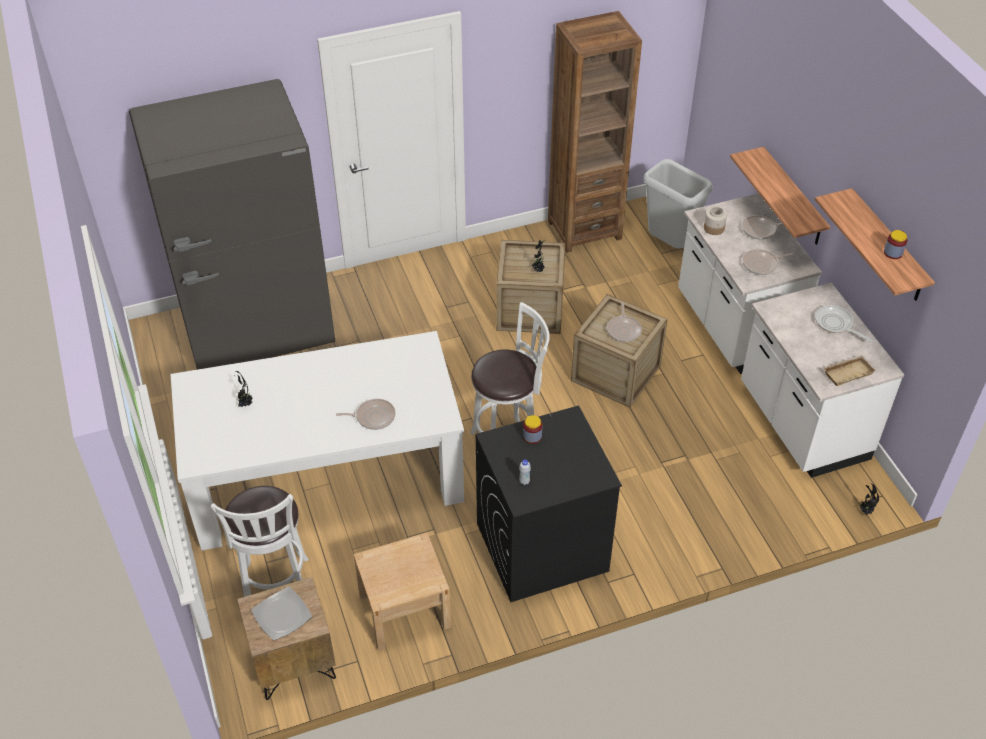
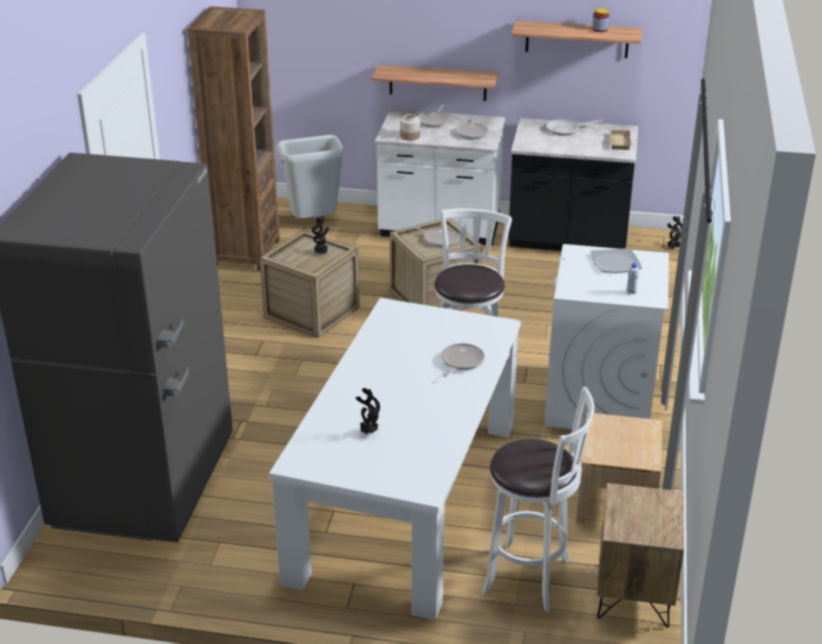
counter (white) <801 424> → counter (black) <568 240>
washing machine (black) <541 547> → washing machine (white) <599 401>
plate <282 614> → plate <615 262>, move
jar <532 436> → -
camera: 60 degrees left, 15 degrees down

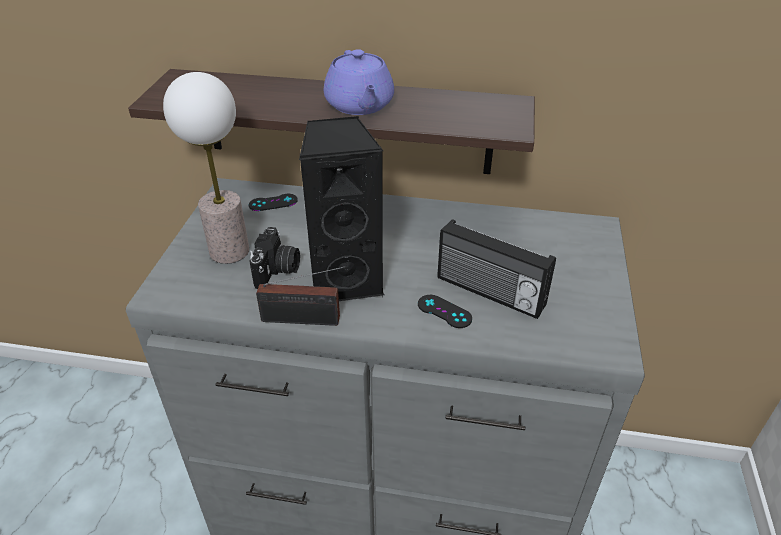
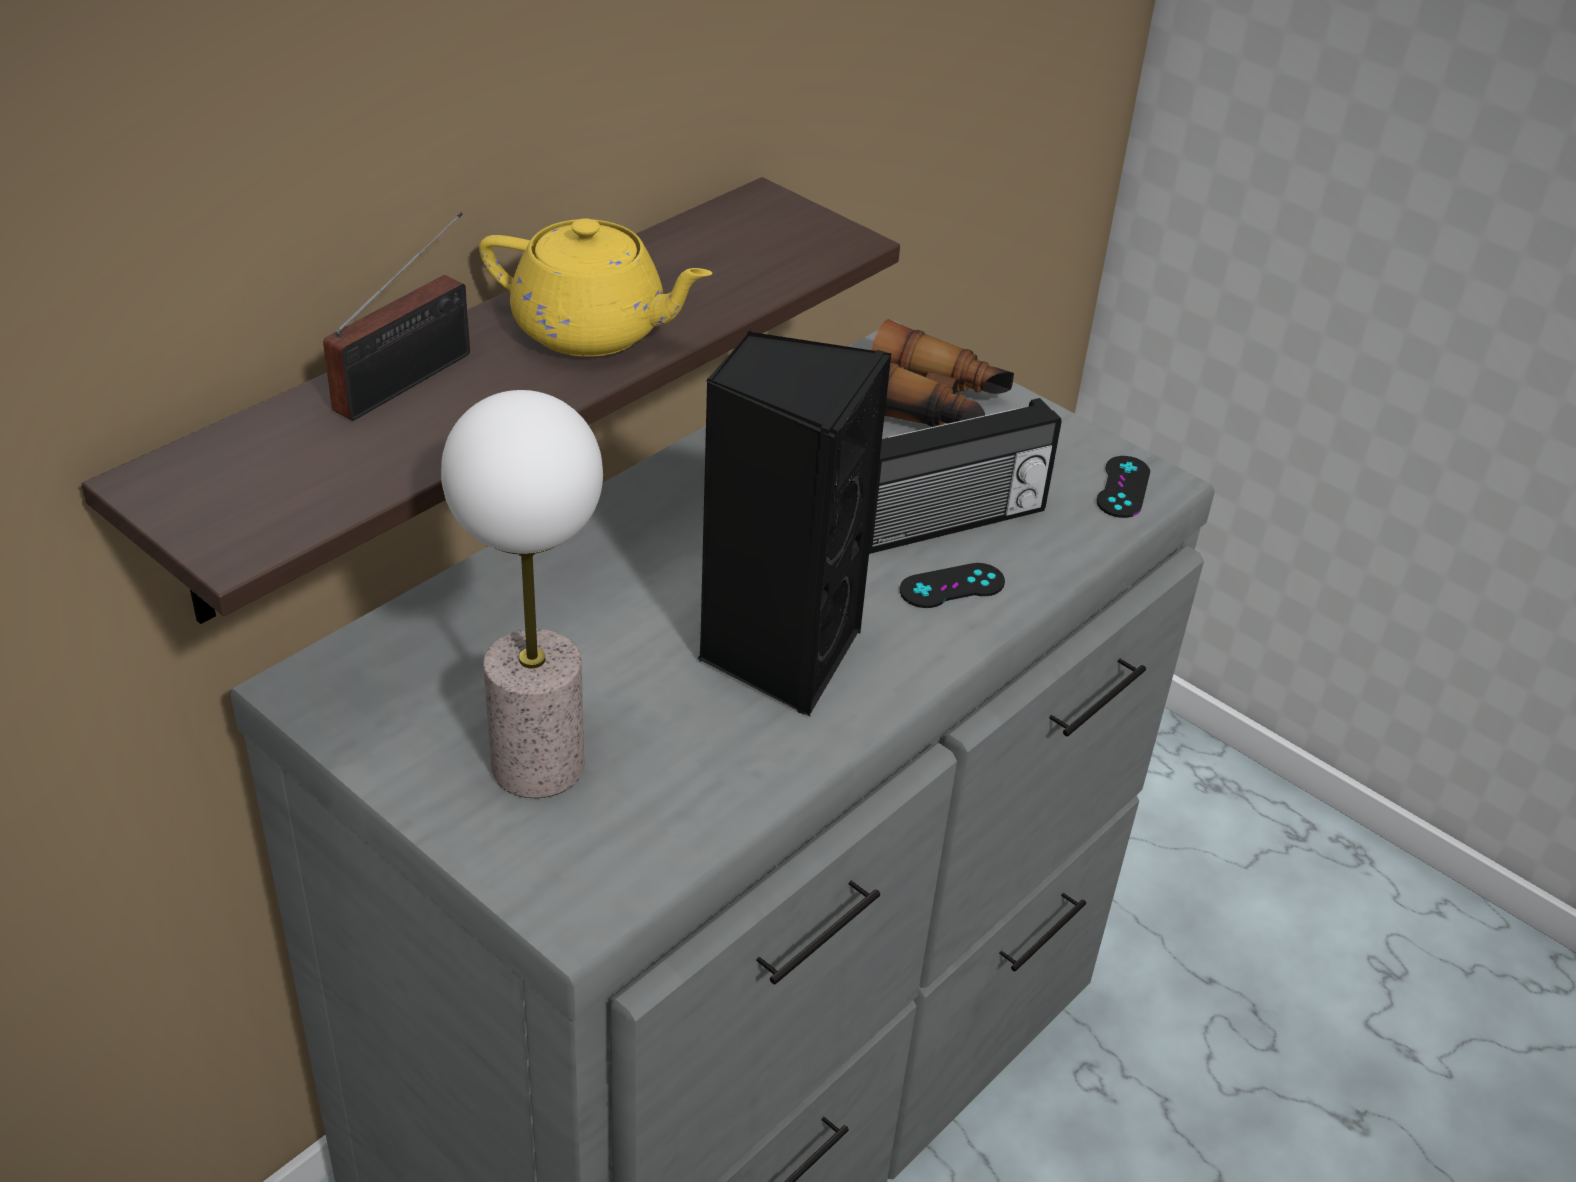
radio <305 320> → radio <411 379>, move
teapot (purple) <359 105> → teapot (yellow) <592 330>
- → binoculars <928 406>
game controller (black) <273 202> → game controller (black) <1123 487>, move
photo camera <277 271> → -
camera: 60 degrees left, 0 degrees up

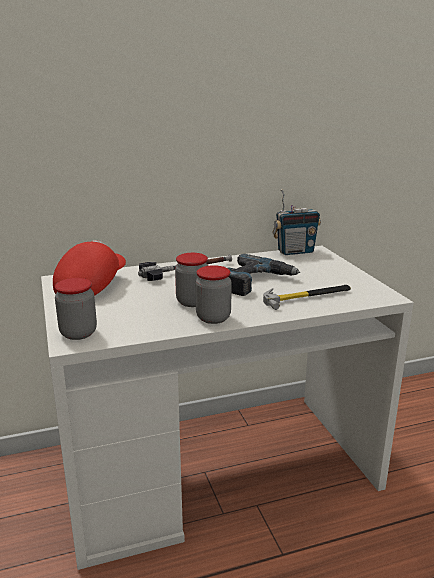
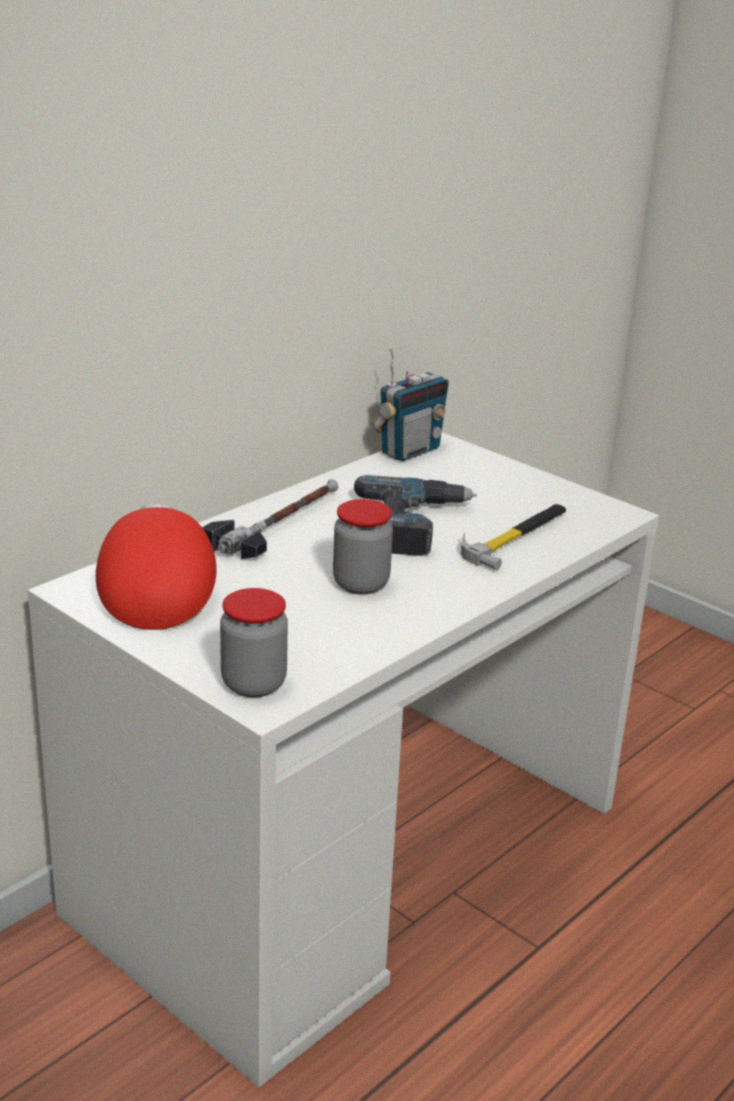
jar <213 318> → -
camera: 30 degrees left, 5 degrees up

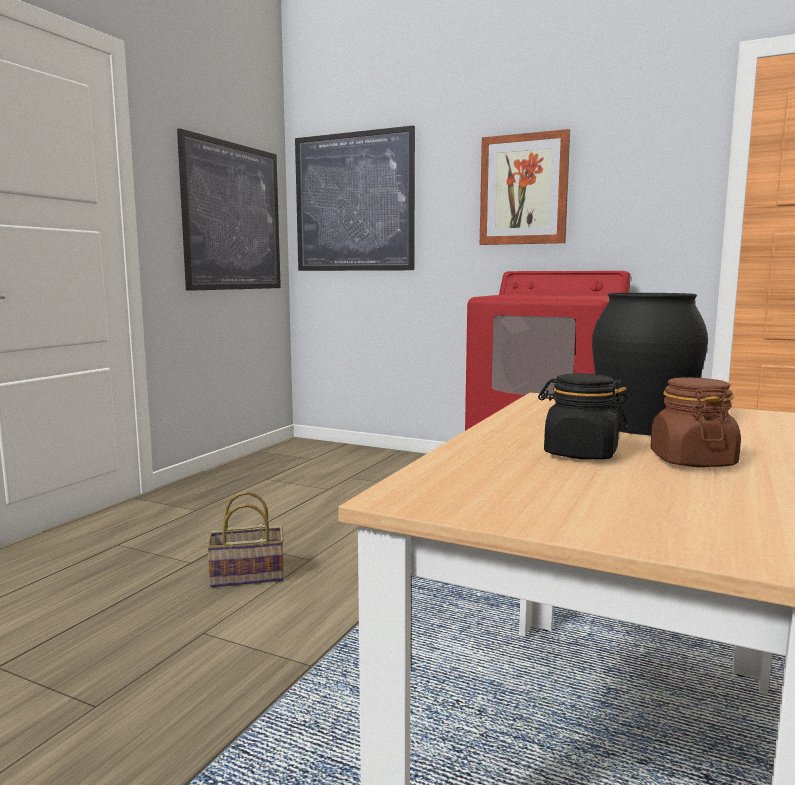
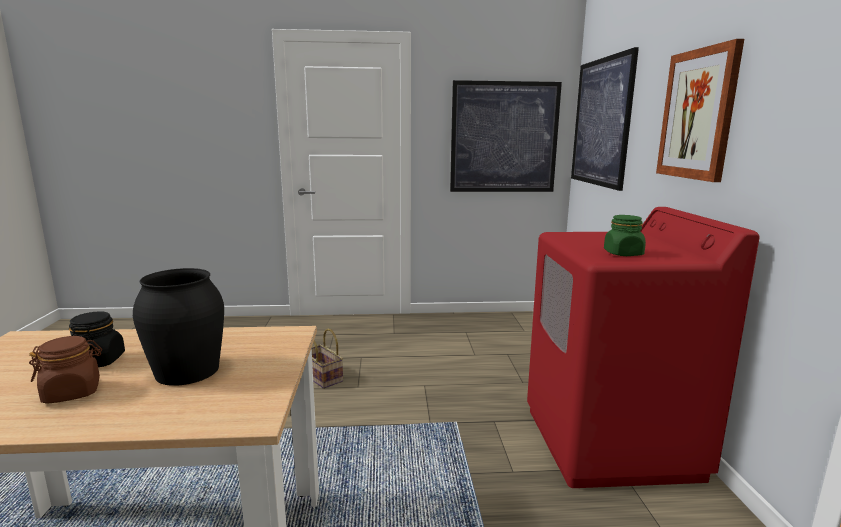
- → jar (green) <623 254>
camera: 60 degrees right, 5 degrees up

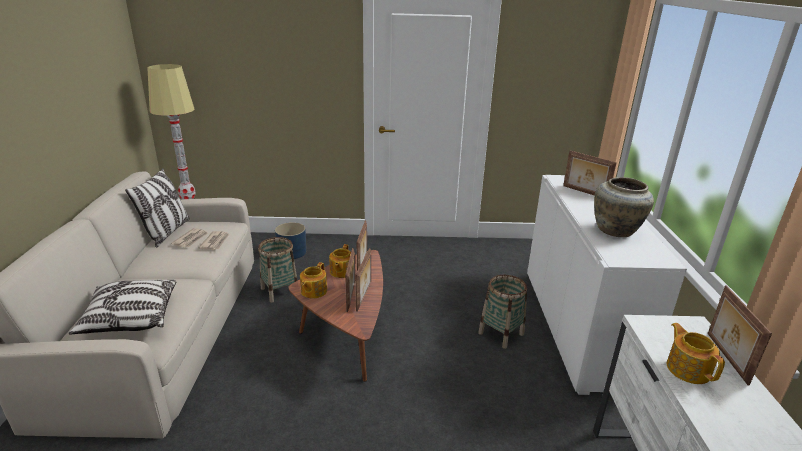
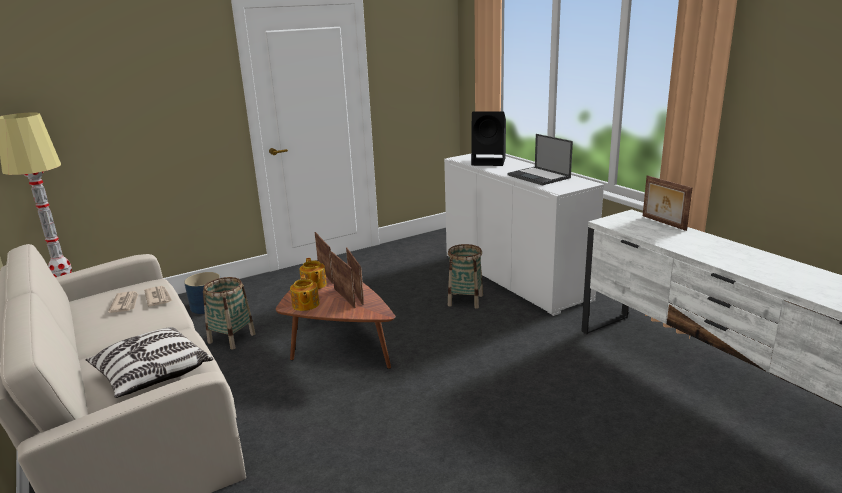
picture frame <584 192> → speaker (black) <489 161>
vase (beige) <616 231> → laptop <539 176>
pillow <166 232> → -
teapot <688 369> → -
camera: 30 degrees left, 5 degrees down

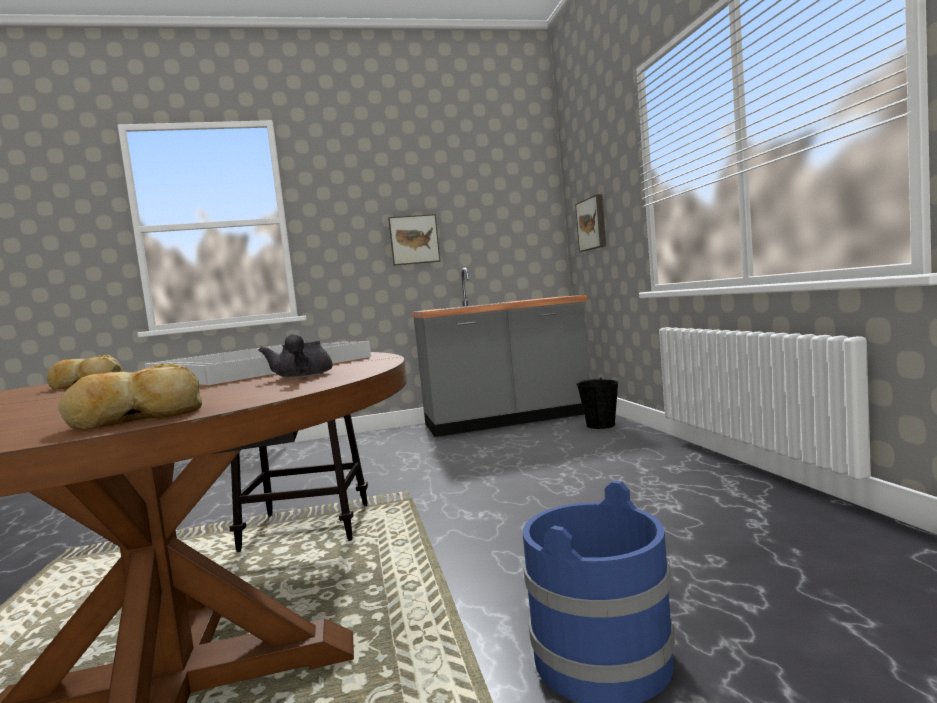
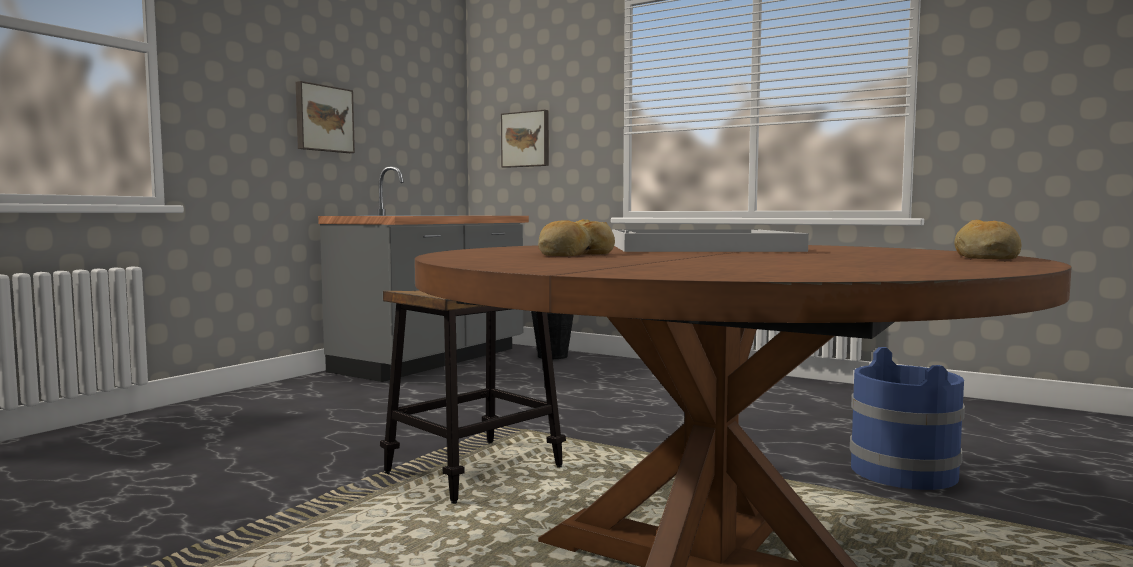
teapot (grey) <302 376> → -
camera: 45 degrees left, 0 degrees up

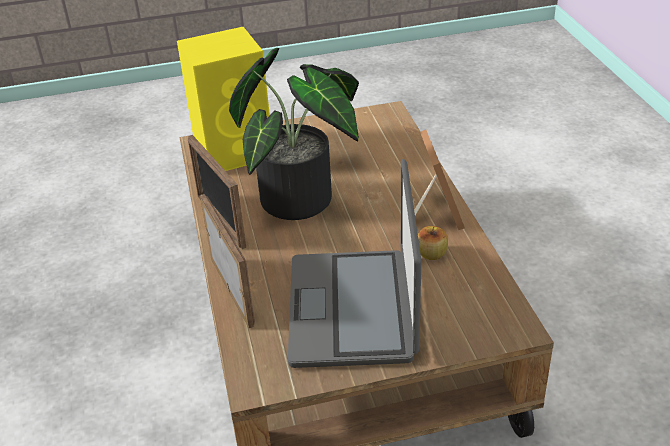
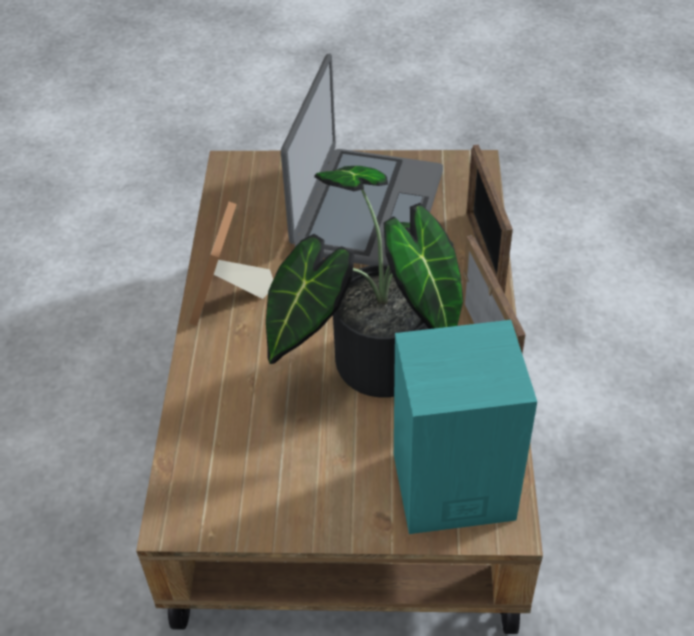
speaker (yellow) <236 151> → speaker (turquoise) <449 487>
apple <431 254> → -
camera: 165 degrees left, 10 degrees up

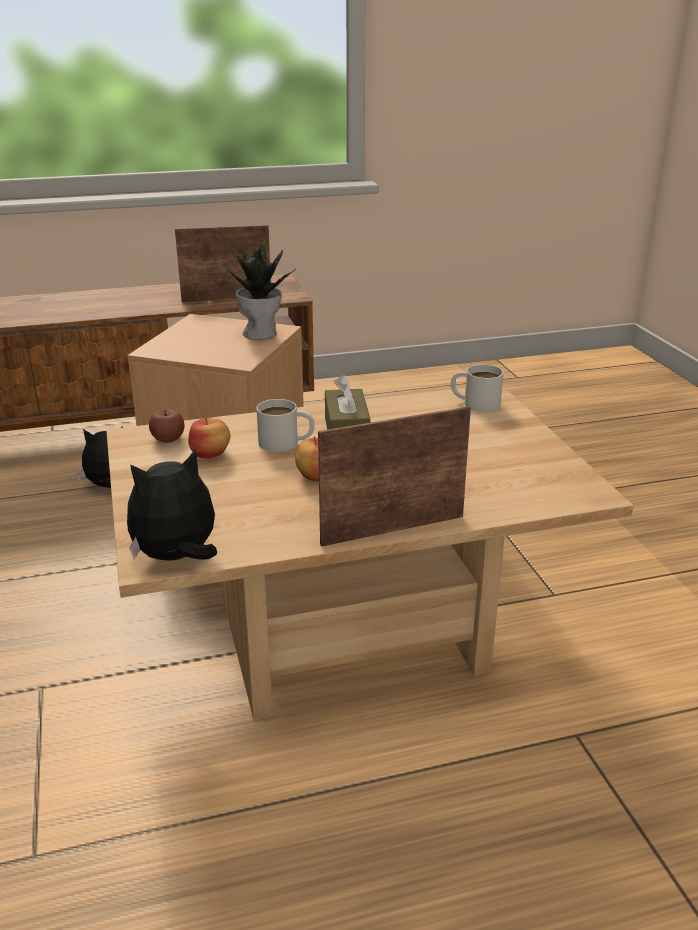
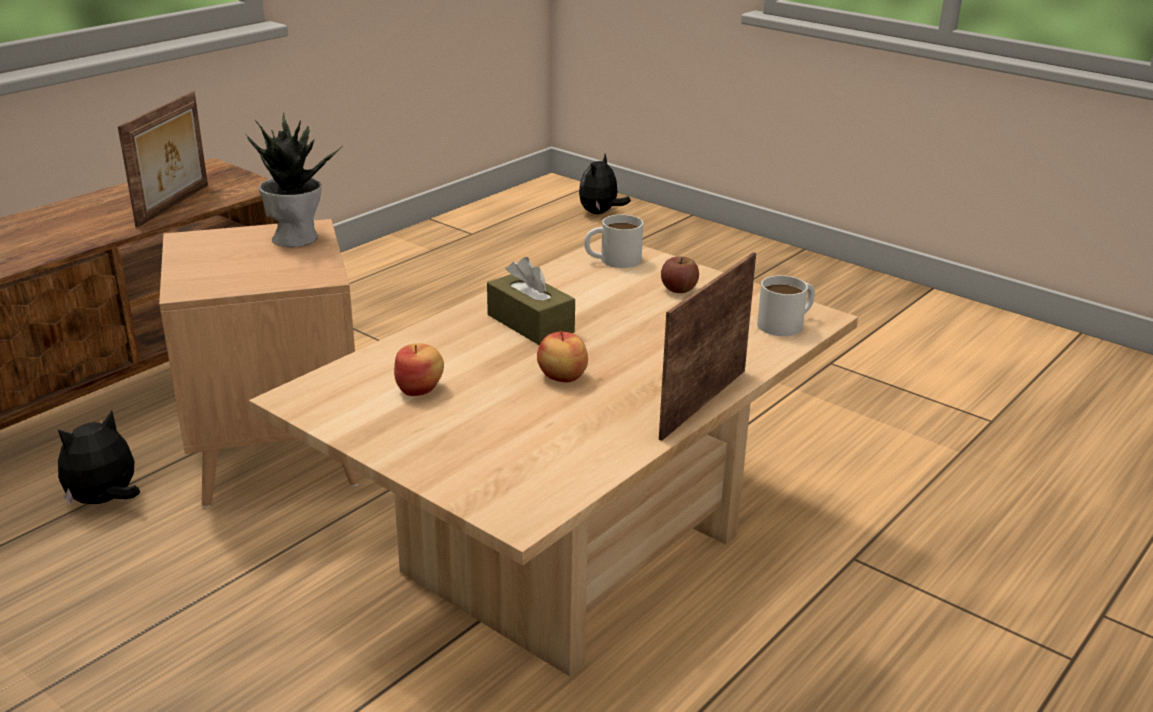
picture frame <226 299> → picture frame <175 205>, 150 degrees clockwise
plush toy <177 558> → plush toy <600 213>, move
apple <168 438> → apple <678 289>, move
mug (white) <286 442> → mug (white) <787 323>, move
camera: 35 degrees left, 0 degrees up

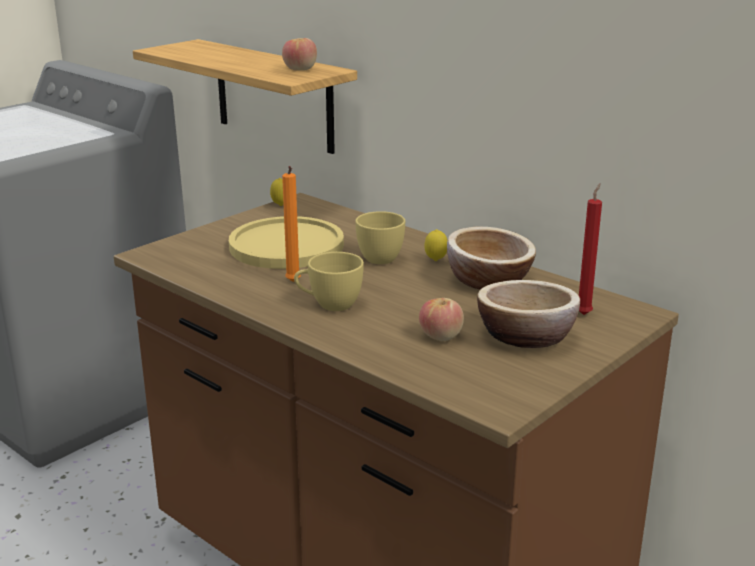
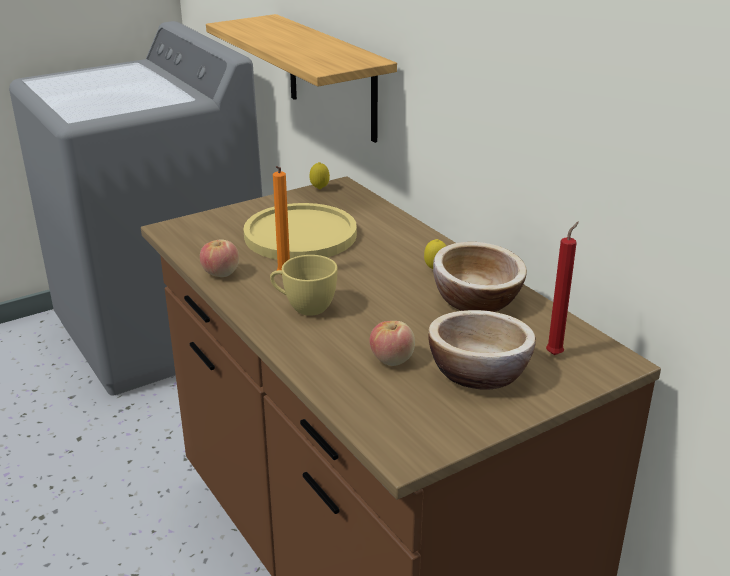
apple <300 69> → apple <220 273>, move
cup (yellow) <377 256> → -
camera: 15 degrees right, 5 degrees up

